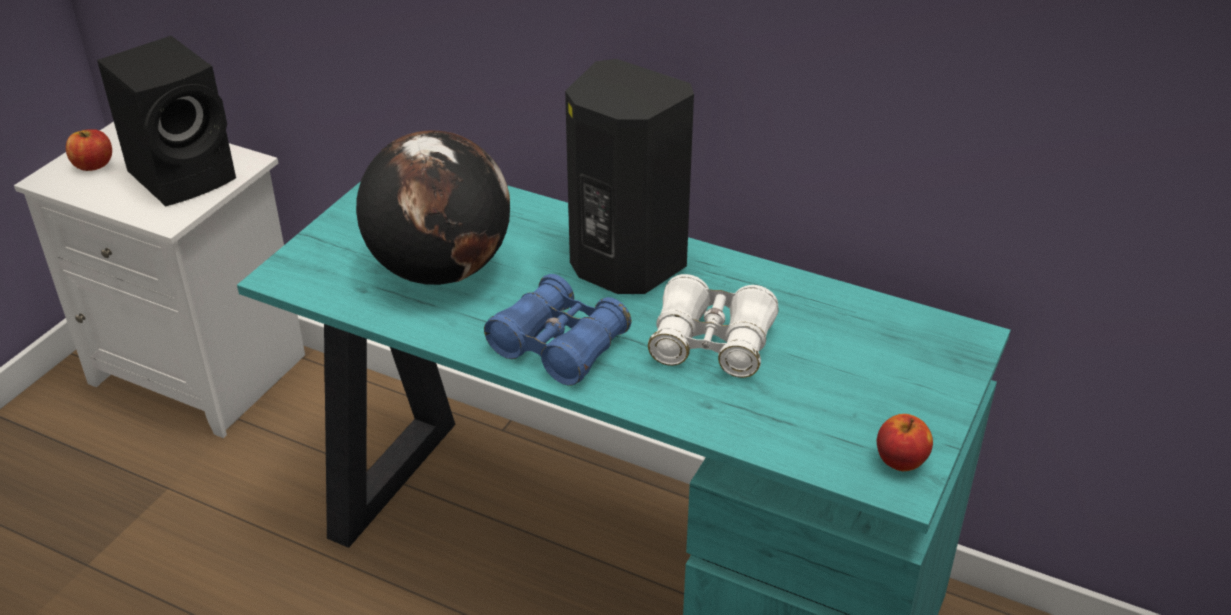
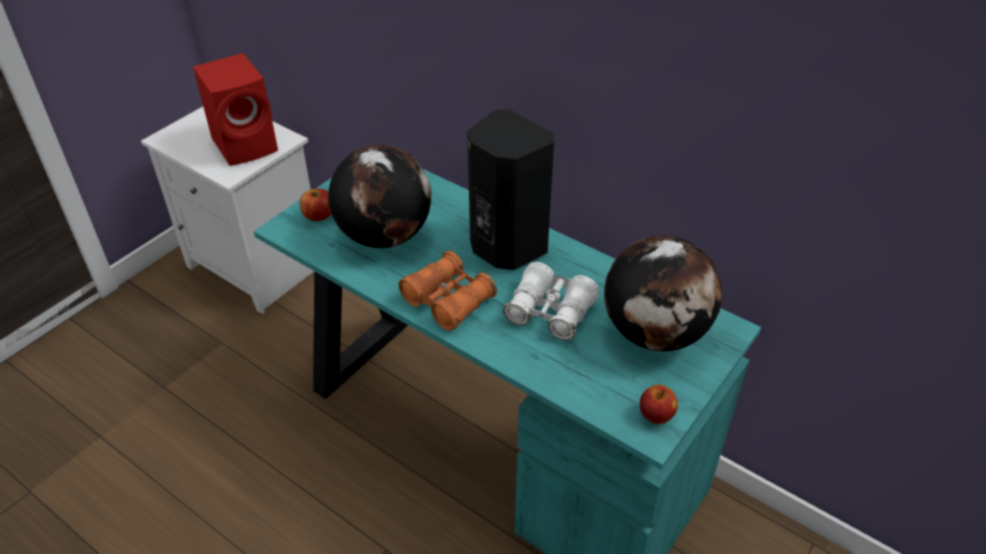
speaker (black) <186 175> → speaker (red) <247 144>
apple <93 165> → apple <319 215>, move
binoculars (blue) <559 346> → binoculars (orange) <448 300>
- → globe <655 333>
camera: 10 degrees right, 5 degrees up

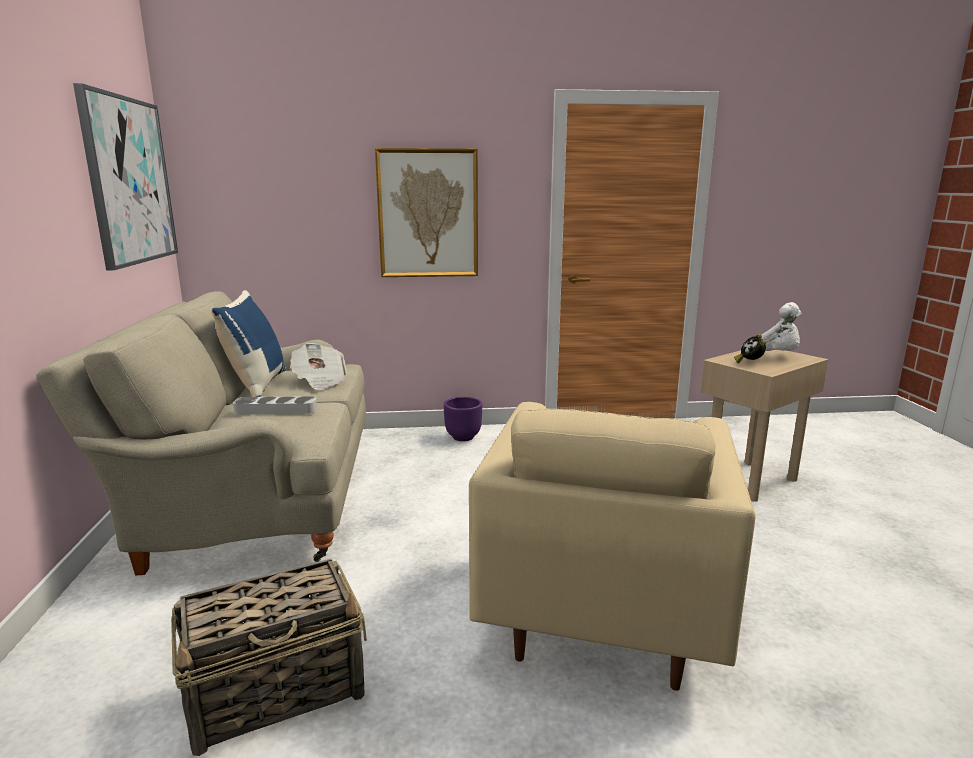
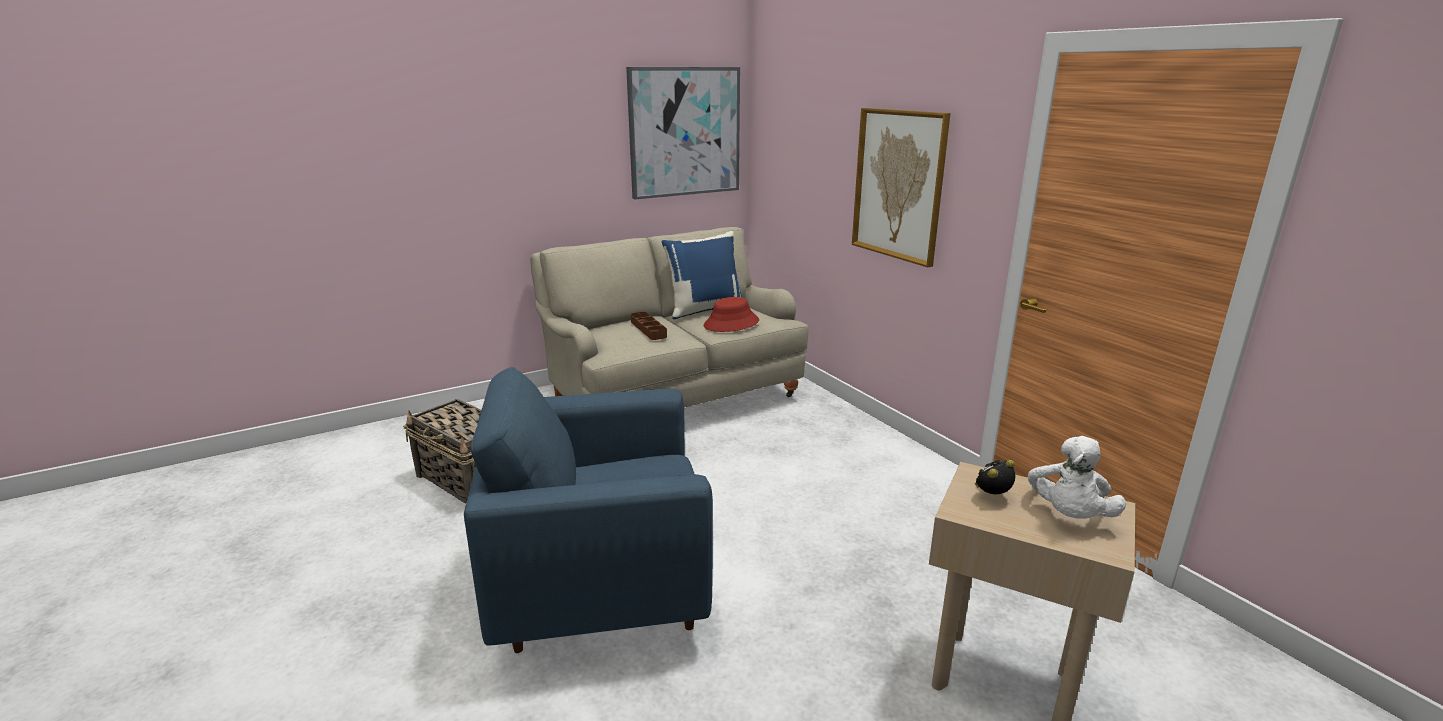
armchair (beige) <601 613> → armchair (blue) <603 591>
tray (grey) <276 410> → tray (brown) <648 329>
newspaper <320 381> → hat (red) <731 324>
planter (purple) <463 437> → -
camera: 65 degrees right, 5 degrees up

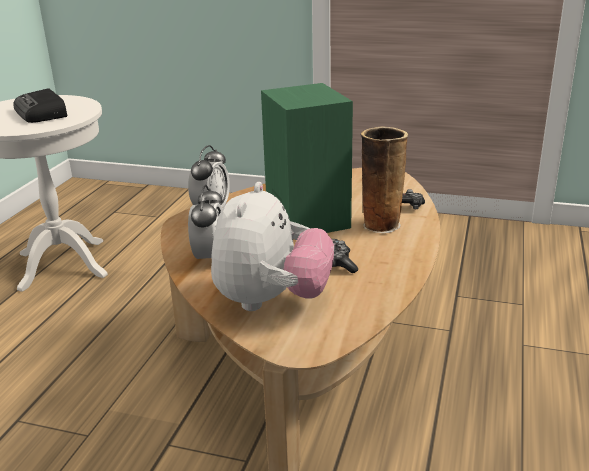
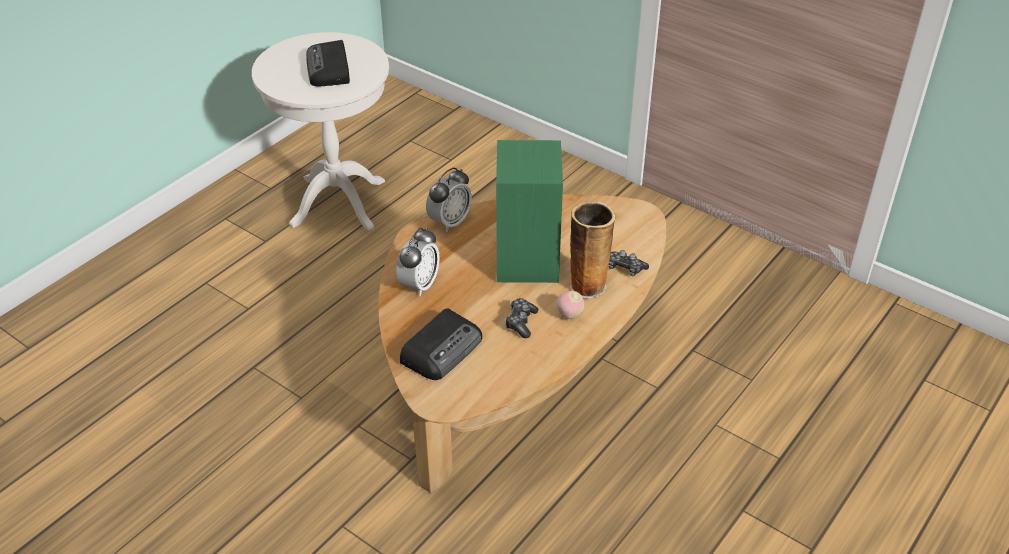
plush toy <272 301> → radio <442 349>
- → apple <569 315>
camera: 20 degrees right, 15 degrees up

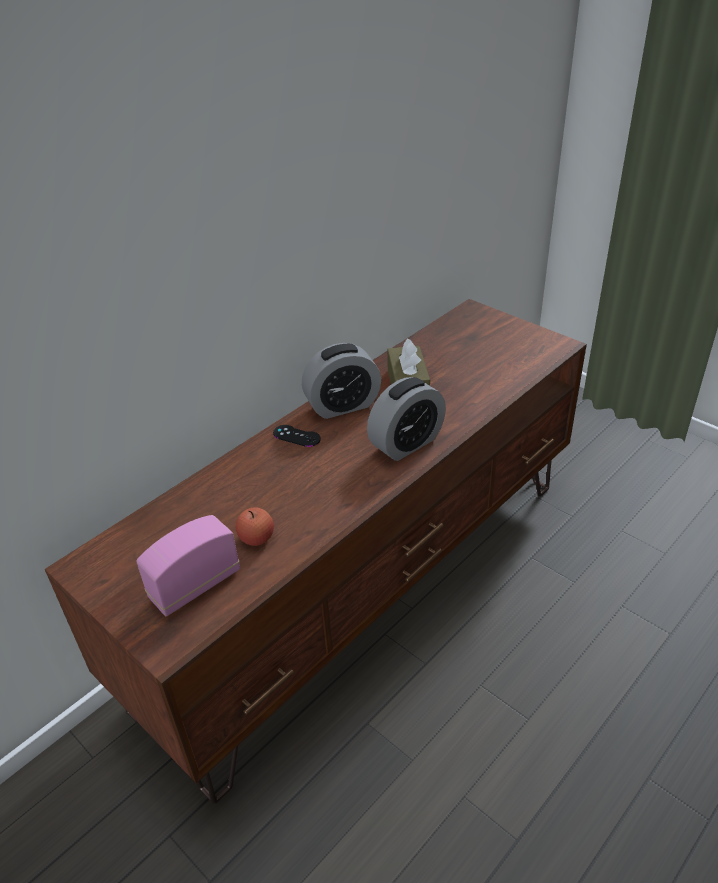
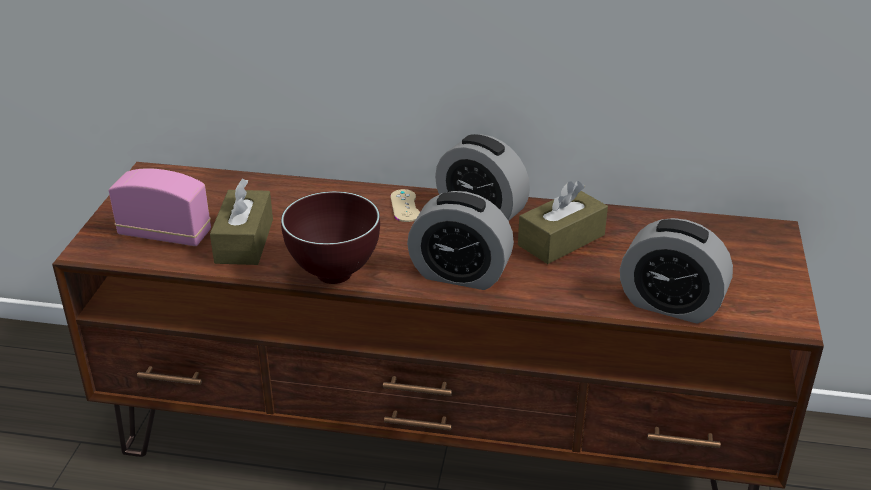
apple <256 538> → tissue box (brown) <244 241>
- → bowl (brown) <336 274>
game controller (black) <296 436> → game controller (beige) <405 206>
- → alarm clock <670 305>
camera: 55 degrees right, 5 degrees down

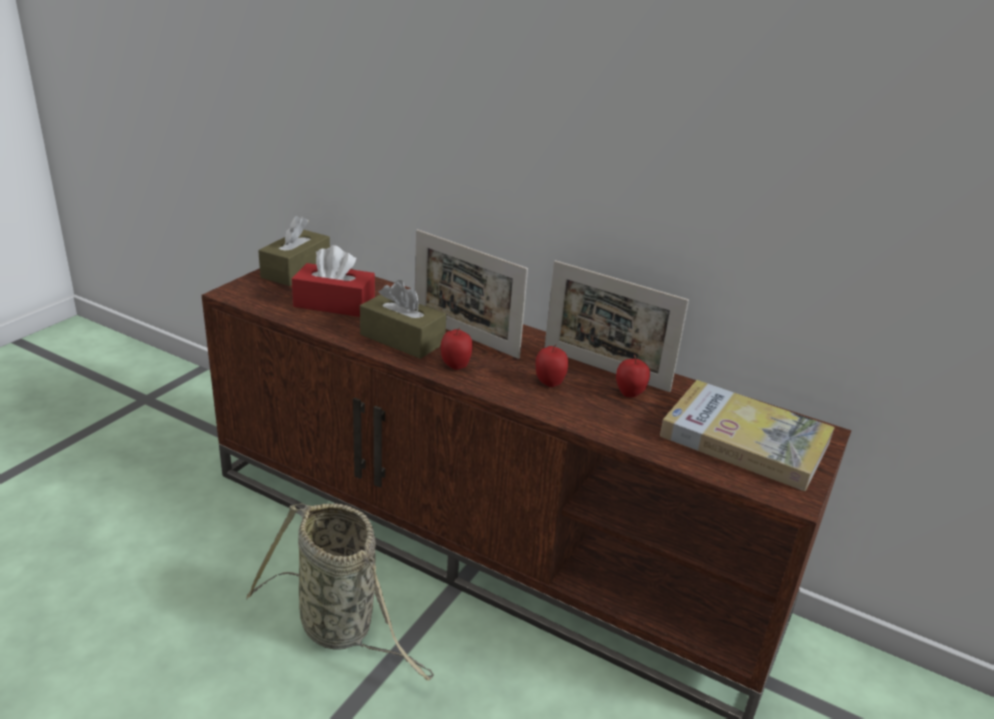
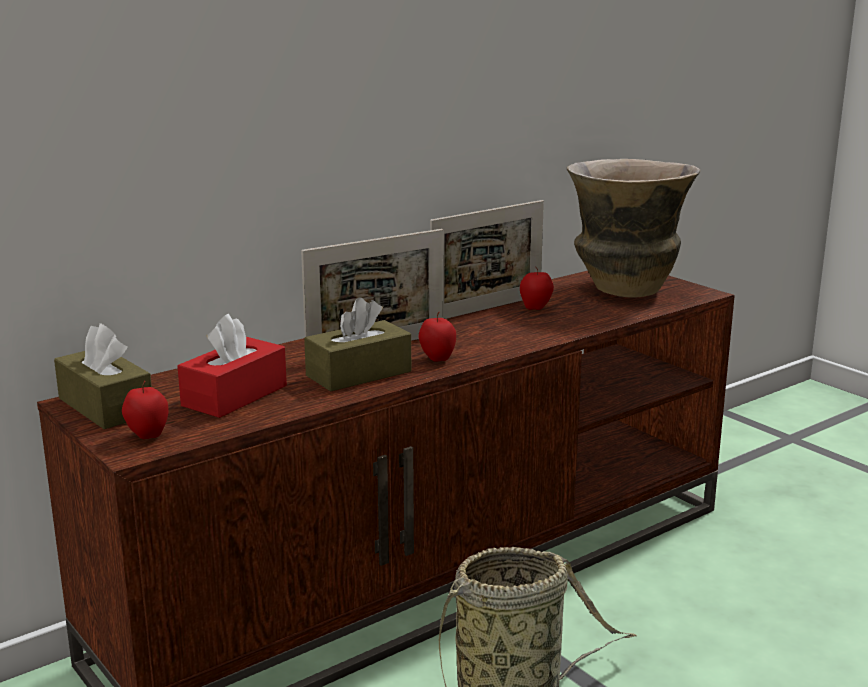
apple <549 383> → apple <147 436>, move
book <744 439> → vase <623 289>
camera: 65 degrees left, 10 degrees down

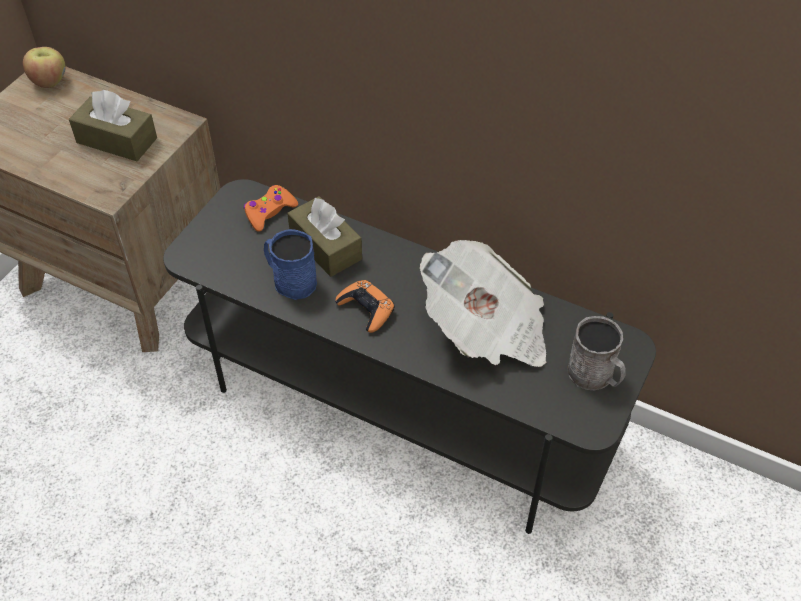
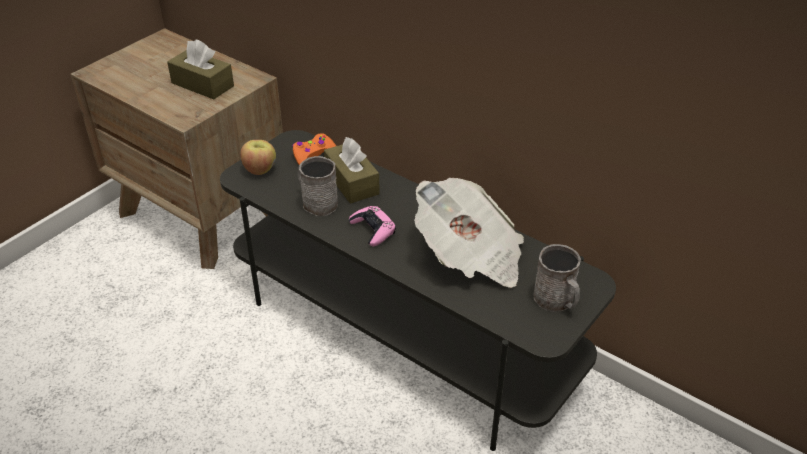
apple <49 81> → apple <260 169>, move
mug (blue) <290 280> → mug (grey) <316 202>
game controller (orange) <366 309> → game controller (pink) <373 229>
camera: 10 degrees right, 10 degrees down

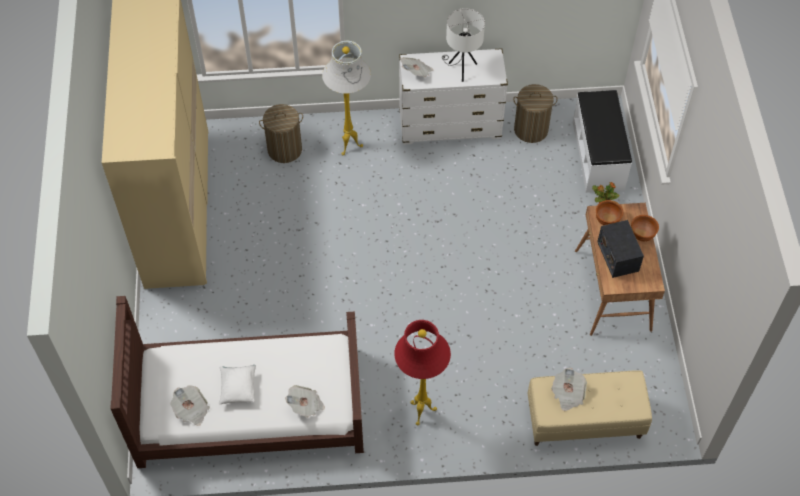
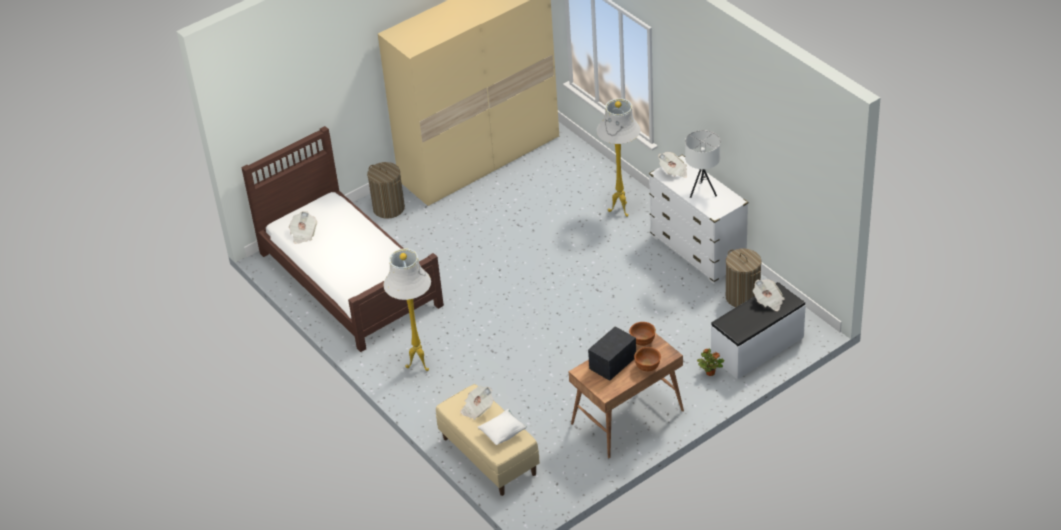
laundry basket <285 149> → laundry basket <389 208>, move
floor lamp (red) <420 412> → floor lamp (white) <418 364>
pillow (white) <238 388> → pillow (white) <503 433>, move
newspaper <306 405> → newspaper <768 301>, move
camera: 60 degrees right, 15 degrees down

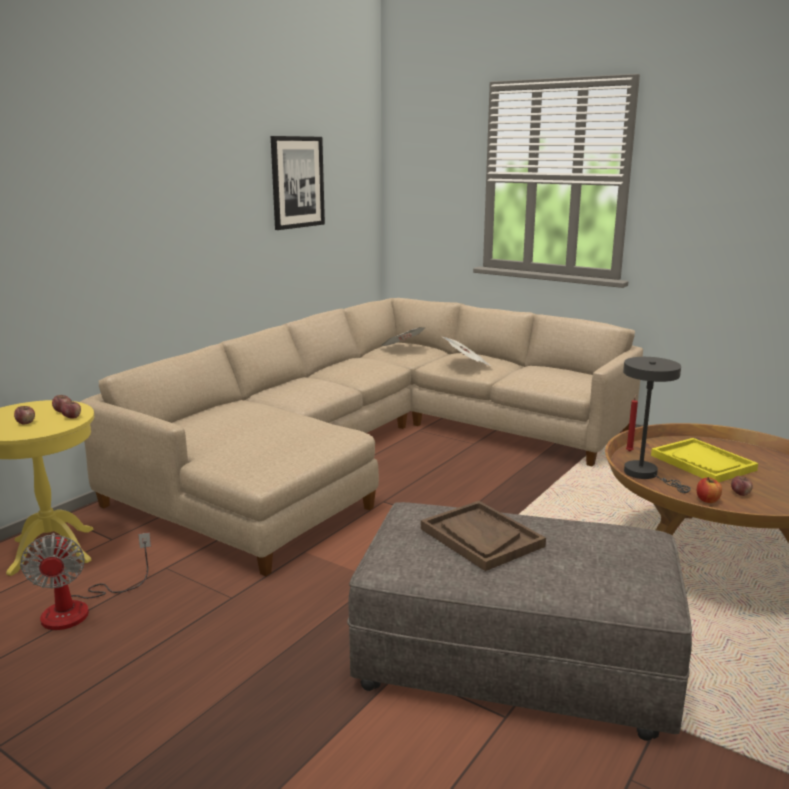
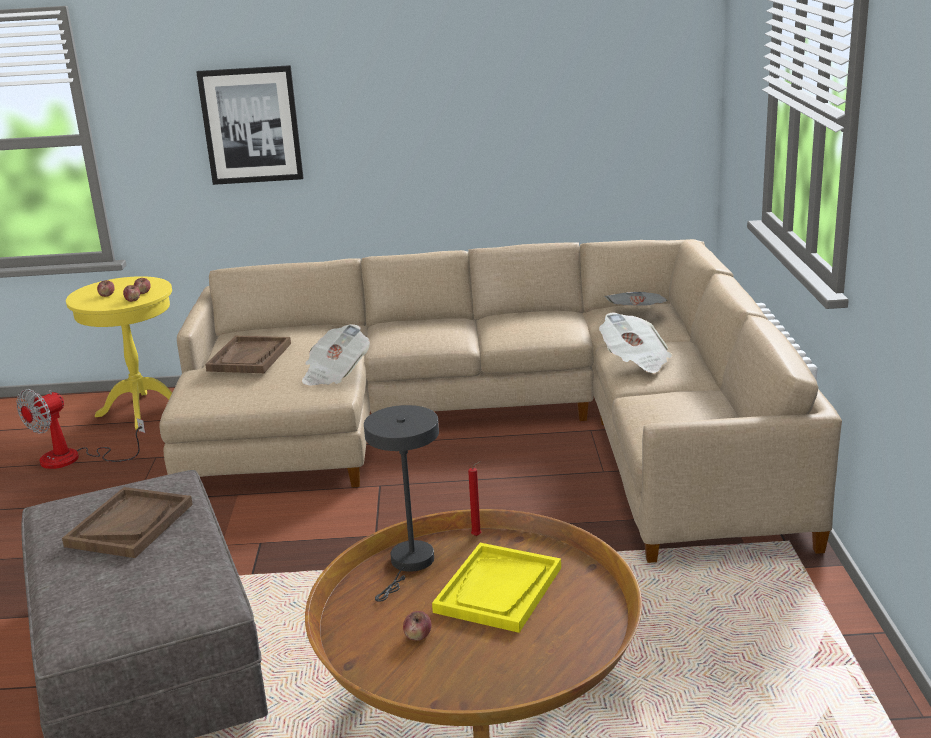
picture <297 182> → picture <251 125>, move
- → tray (brown) <249 357>
- → newspaper <335 374>
apple <707 500> → -
camera: 55 degrees right, 5 degrees up

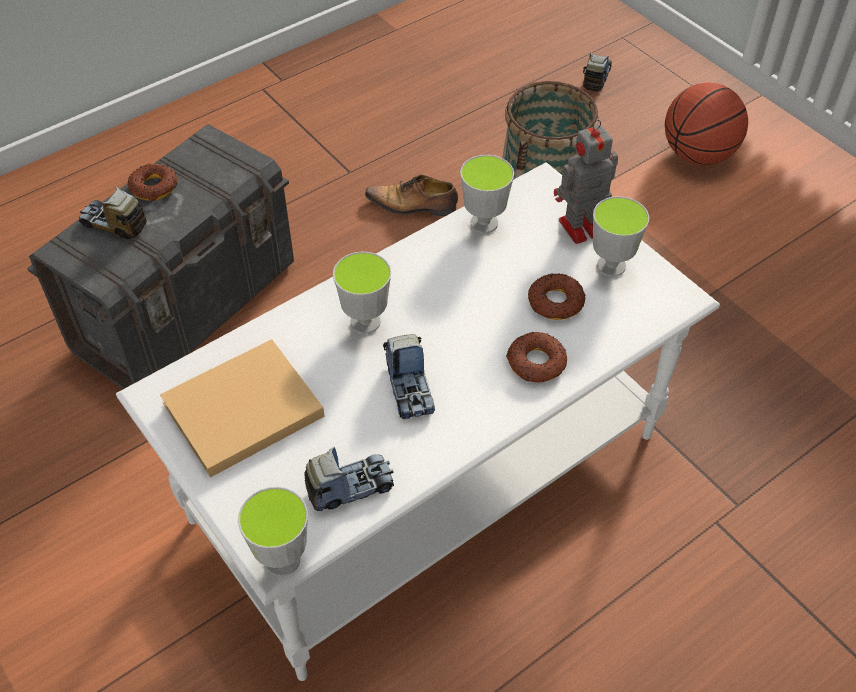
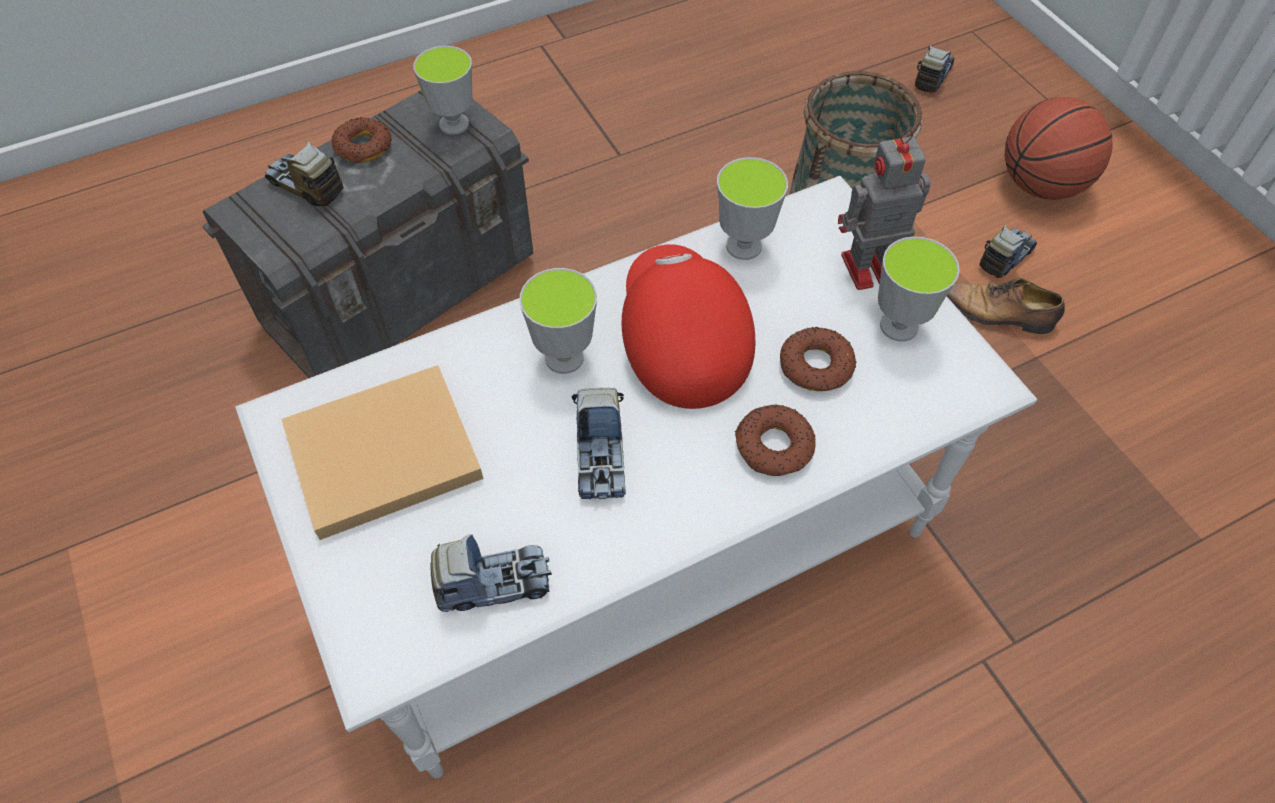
cup <282 560> → cup <454 124>, move
- → cap (red) <680 343>
shoe <413 206> → shoe <997 313>, move
- → toy truck <1005 258>
camera: 10 degrees right, 5 degrees up

